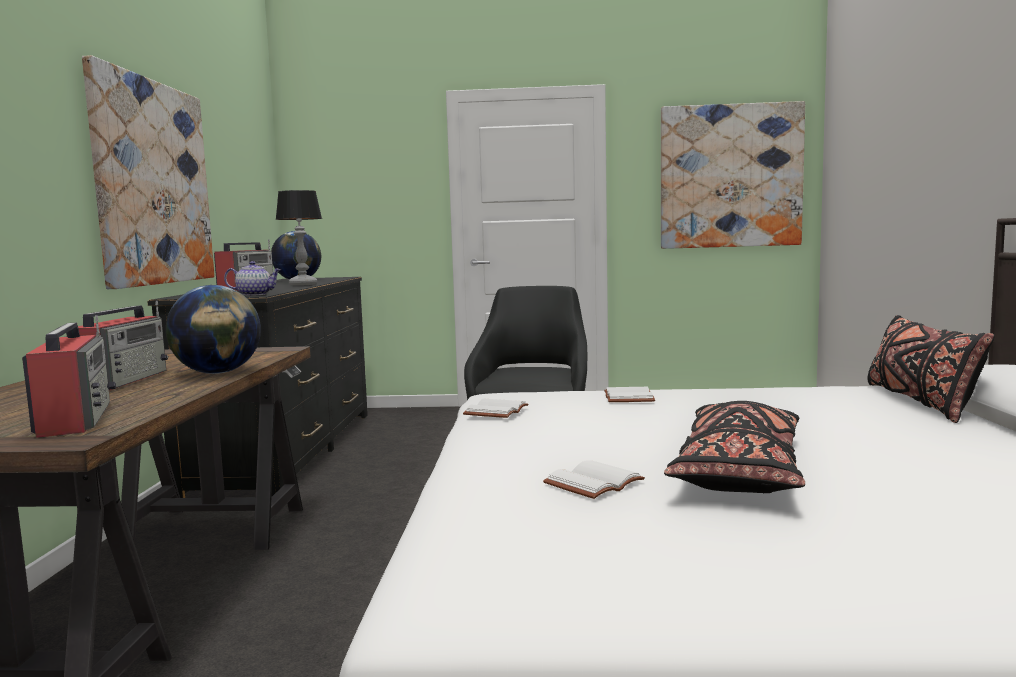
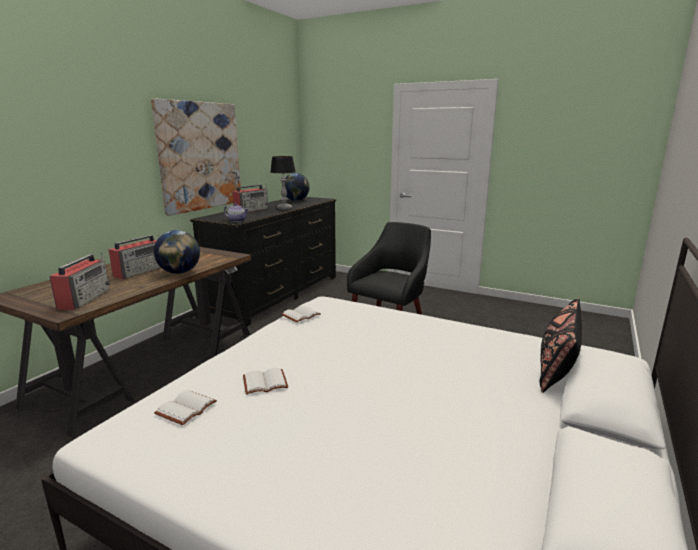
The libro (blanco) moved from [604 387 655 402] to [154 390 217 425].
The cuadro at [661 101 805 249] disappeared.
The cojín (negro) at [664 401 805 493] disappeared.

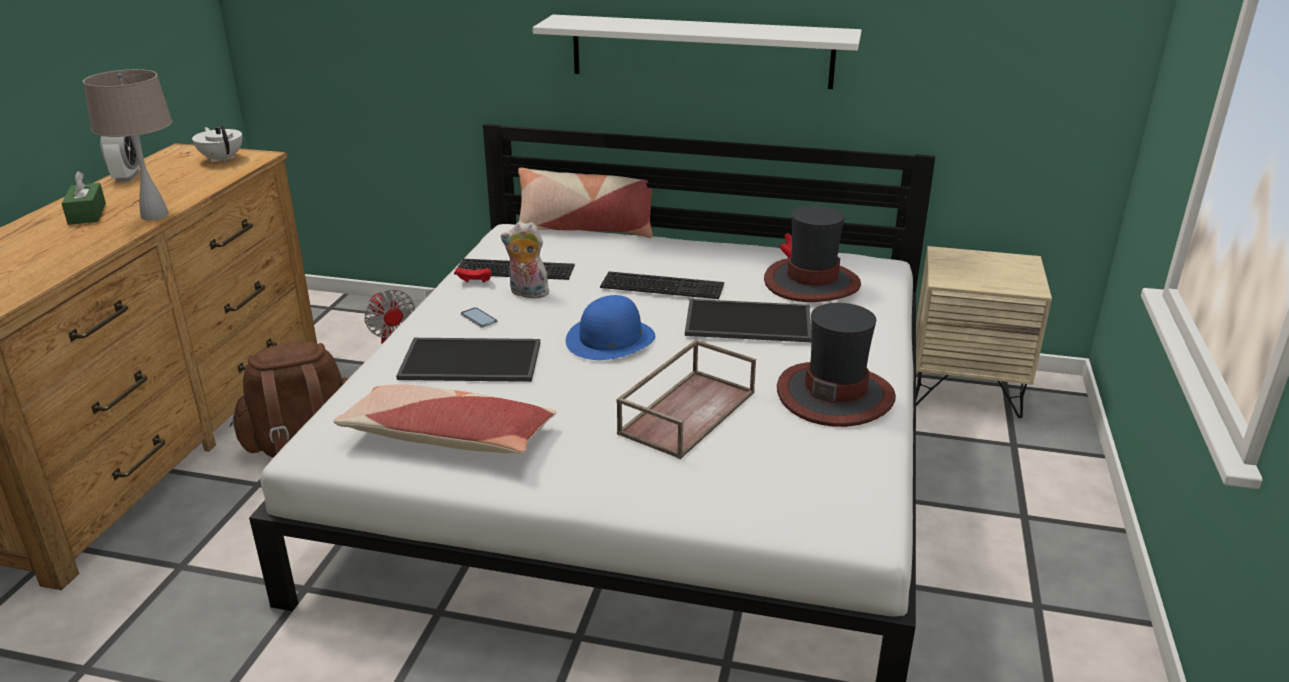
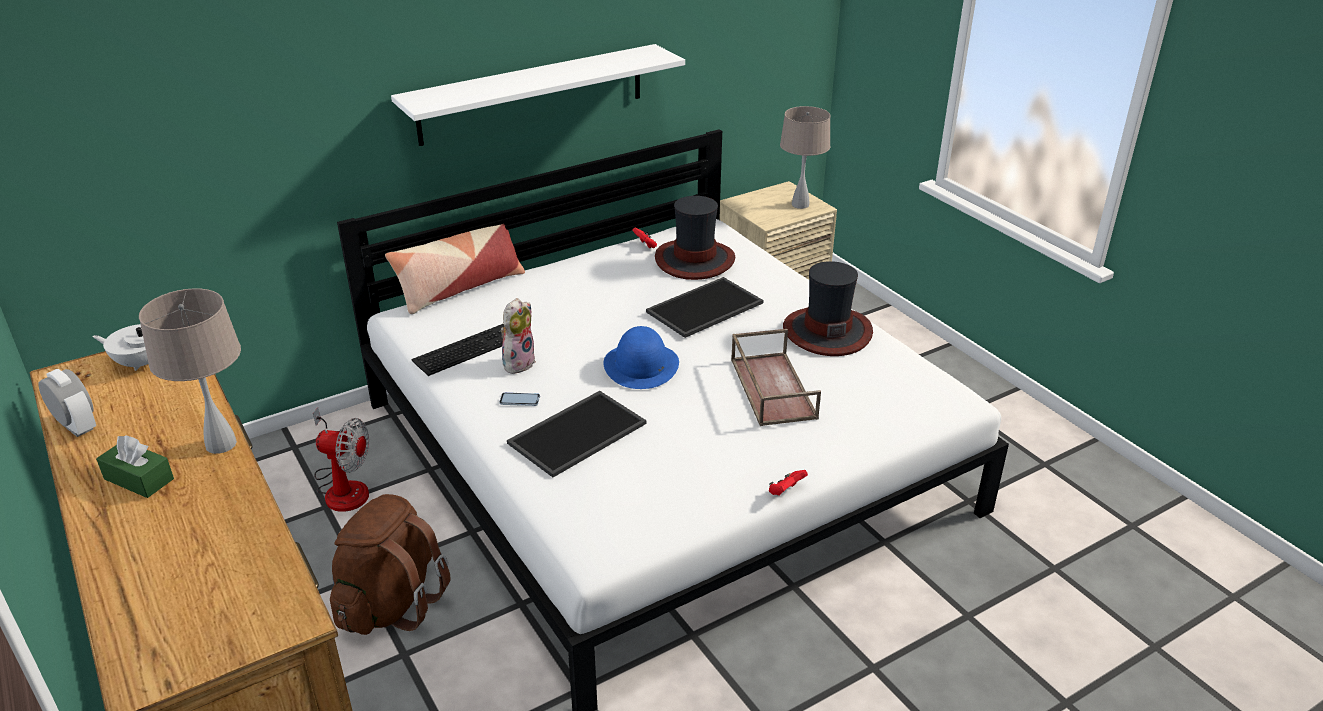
The cojín at [333 384 556 454] disappeared.
The mando de consola (rojo) moved from [455 268 491 283] to [769 470 808 496].
The peluche at [501 221 551 298] turned 150 degrees clockwise.
The teclado at [600 271 724 299] disappeared.
The lámpara de mesa (beis) at [780 106 831 209] appeared.

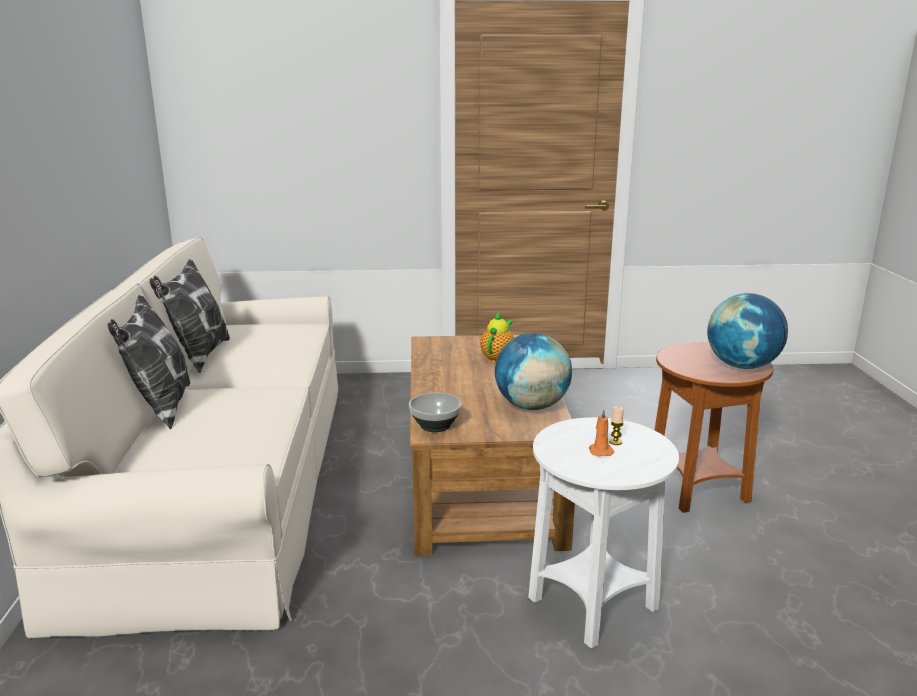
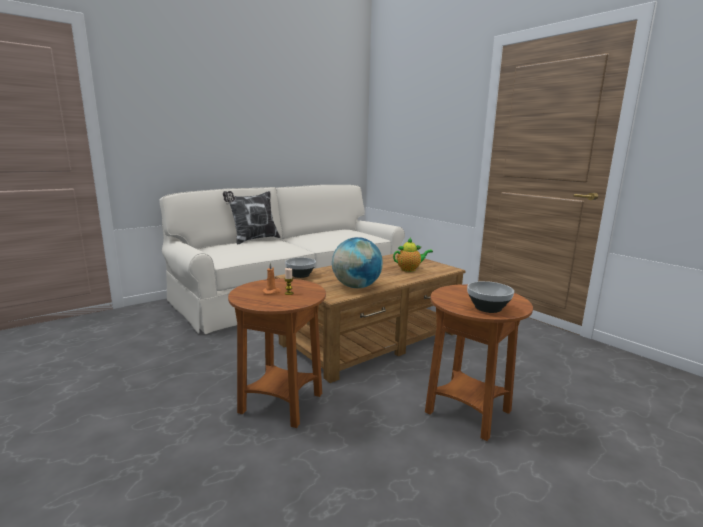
The cojín at [150 259 230 373] disappeared.
The mesa auxiliar (blanco) at [528 417 679 649] became the mesa auxiliar (marrón) at [228 278 326 428].
The globo terráqueo at [707 293 788 369] was replaced by the cuenco at [467 281 514 313].

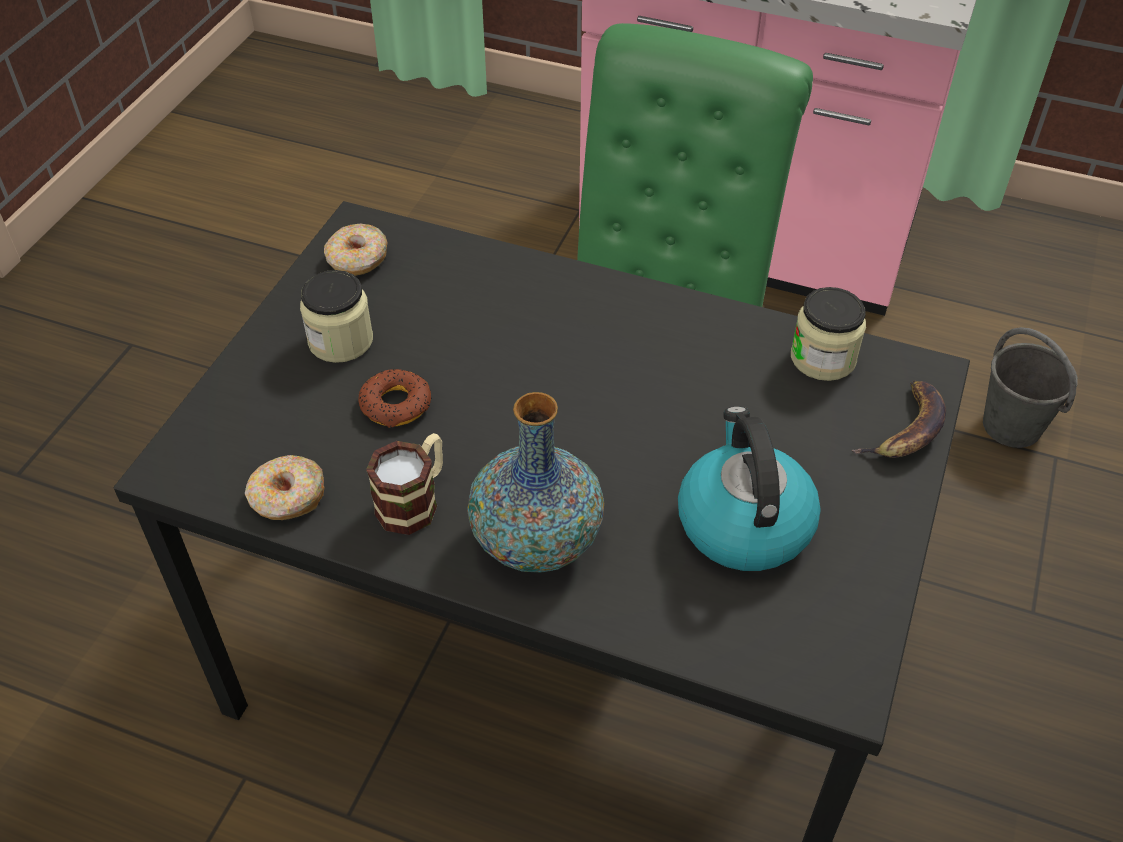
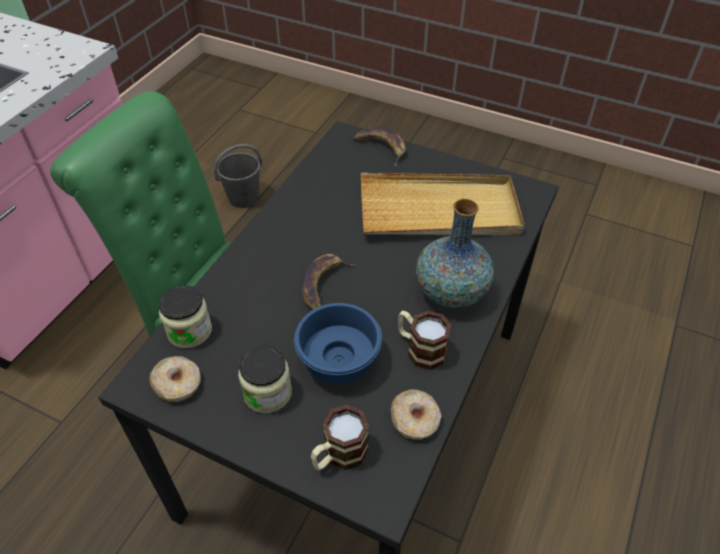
The rosquilla at [358 369 432 428] was replaced by the cuenco (azul) at [294 303 382 384].
The hervidor at [678 406 821 571] was replaced by the bandeja (beis) at [361 173 524 235].
The tarro moved from [791 287 866 381] to [158 285 212 348].
The plátano at [301 254 356 310] appeared.
The taza grande at [311 405 369 470] appeared.

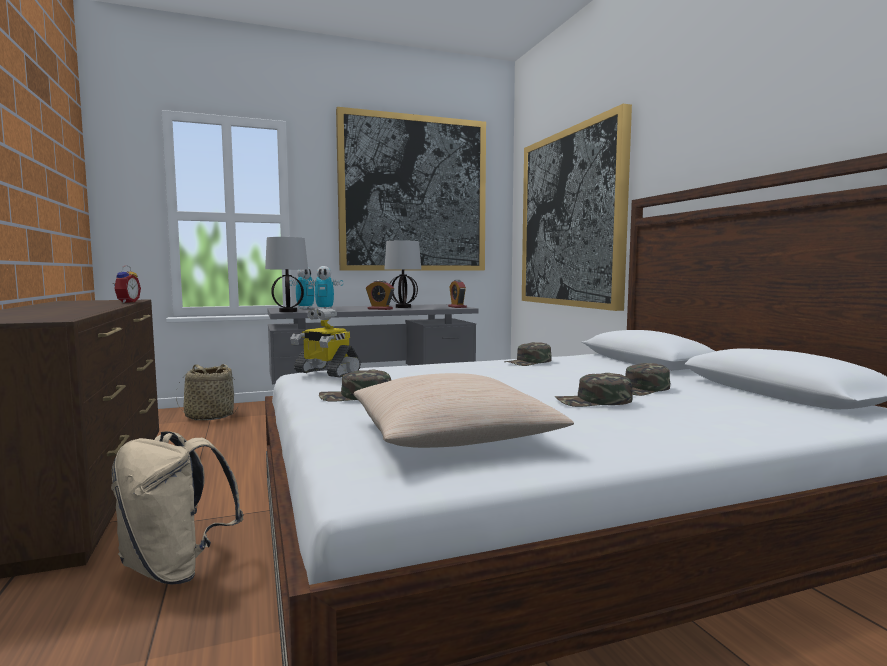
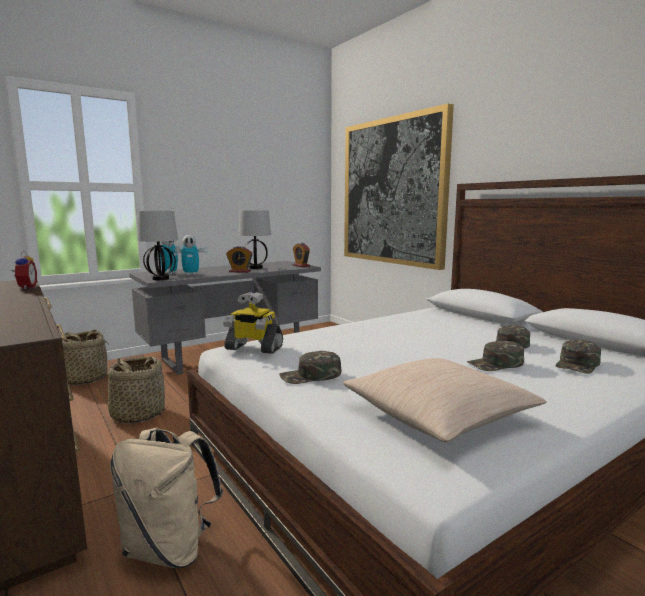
The cuadro at [336 107 486 271] disappeared.
The gorra (verde) moved from [505 342 552 366] to [556 340 601 374].
The cesta at [102 356 168 423] appeared.

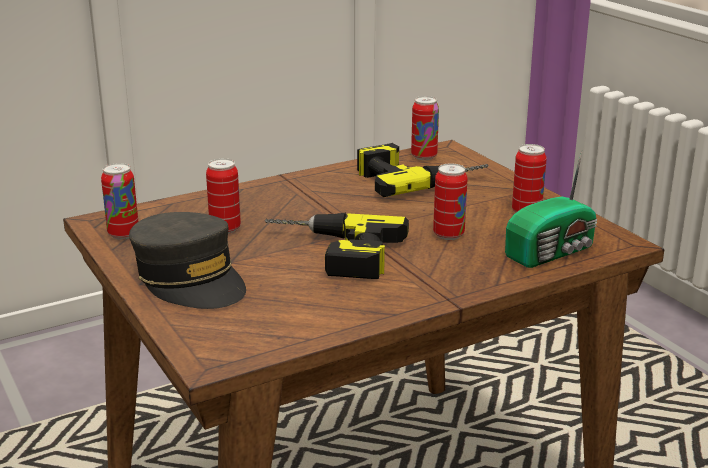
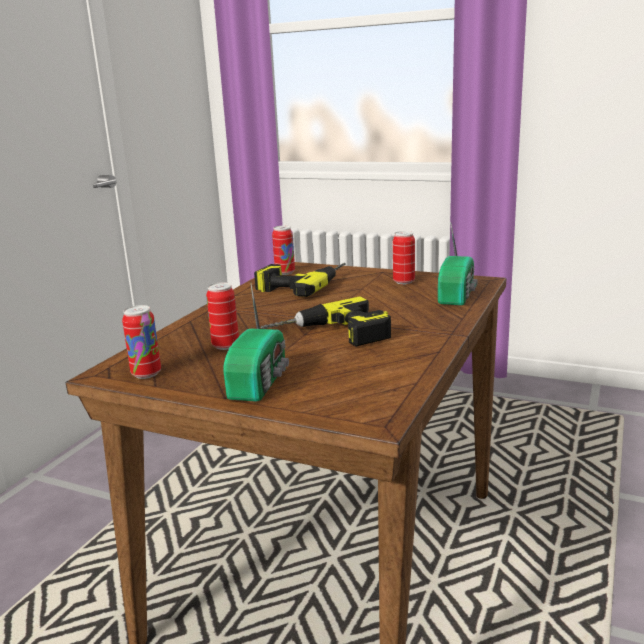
The gorra (gris) at [129 212 246 309] was replaced by the radio at [223 284 289 402].
The lata at [433 163 468 240] disappeared.

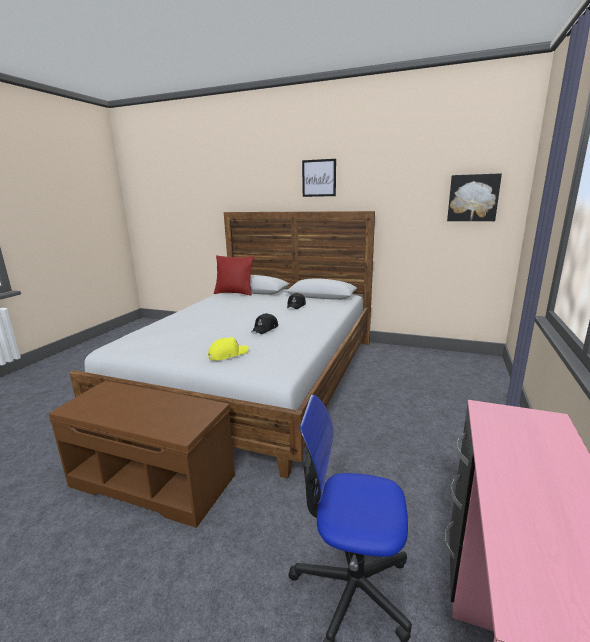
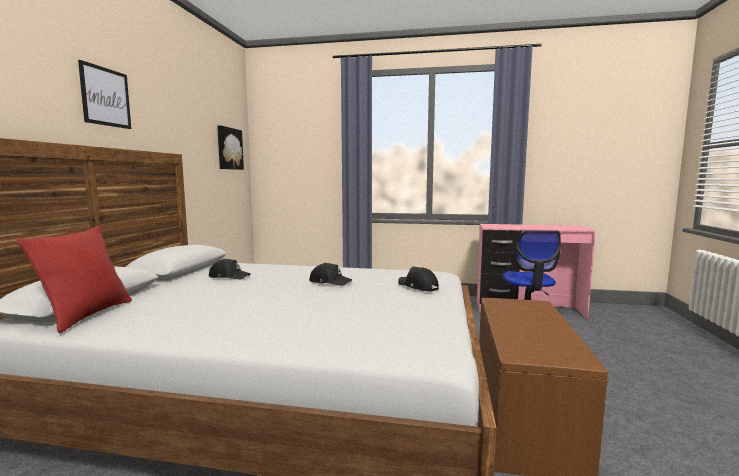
The gorra (amarillo) at [208 337 248 360] became the gorra (negro) at [398 267 439 291].

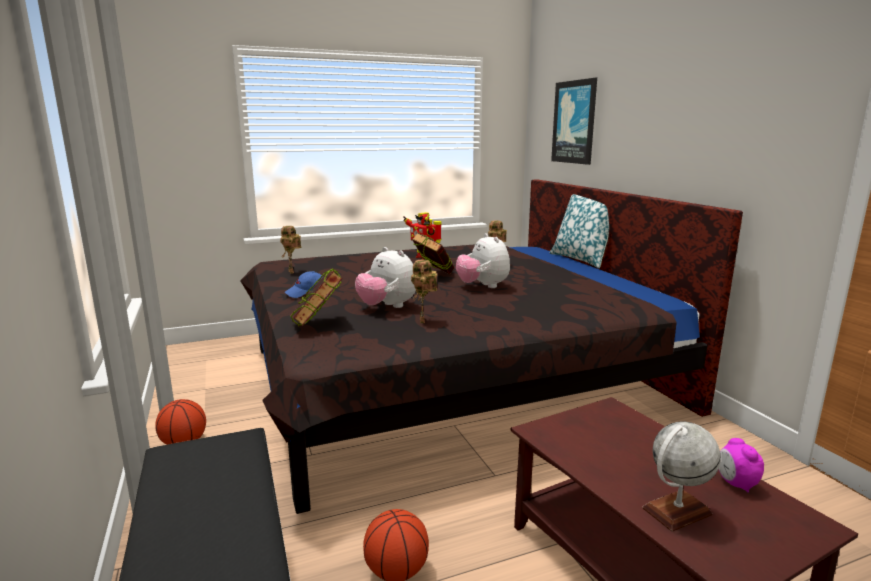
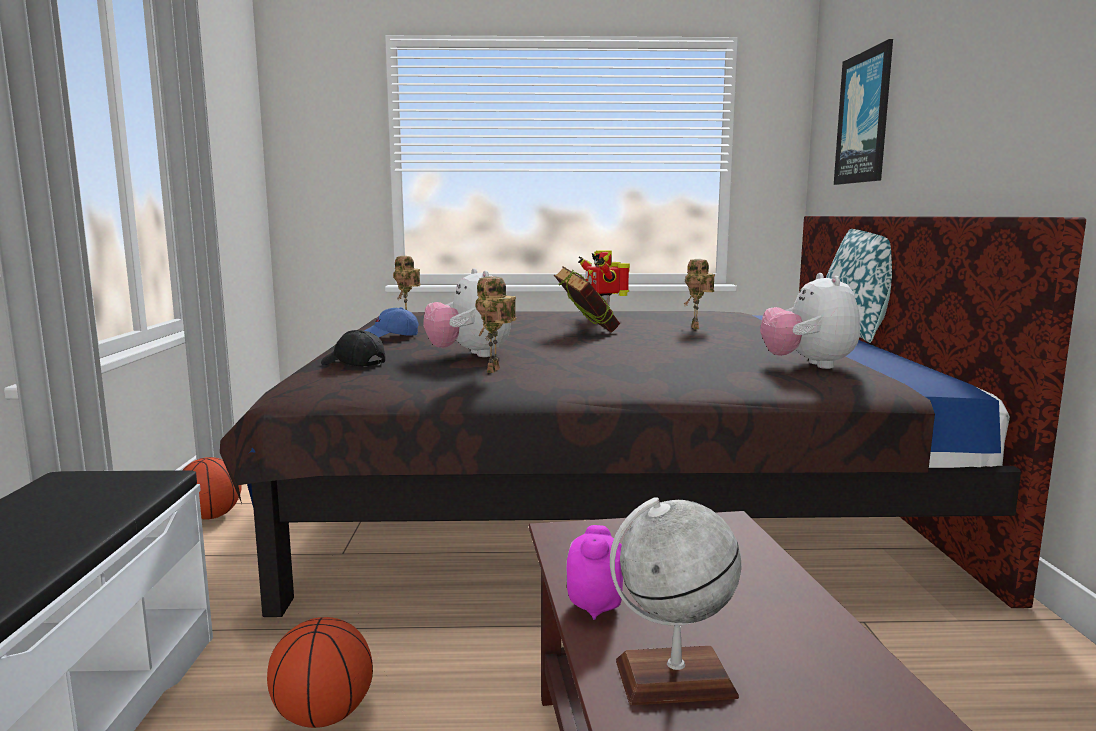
The libro at [290 268 343 326] was replaced by the gorra (negro) at [321 330 385 367].
The peluche moved from [456 233 510 288] to [760 273 860 369].
The despertador moved from [719 438 764 493] to [566 525 623 620].

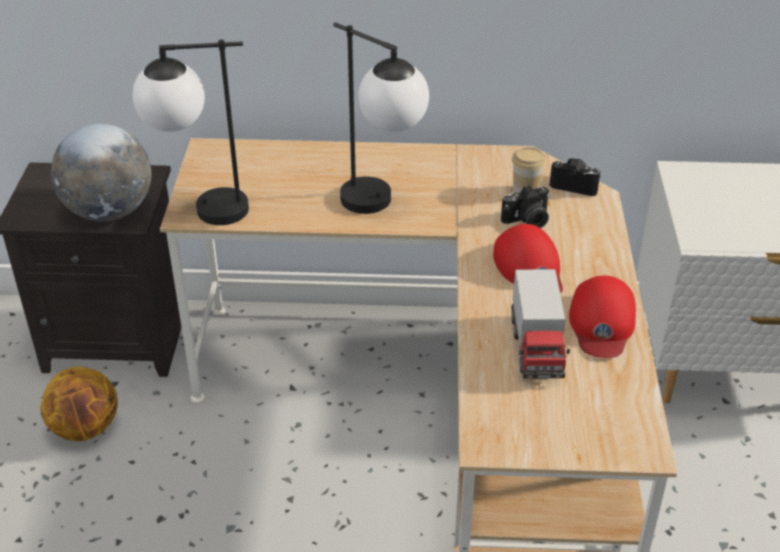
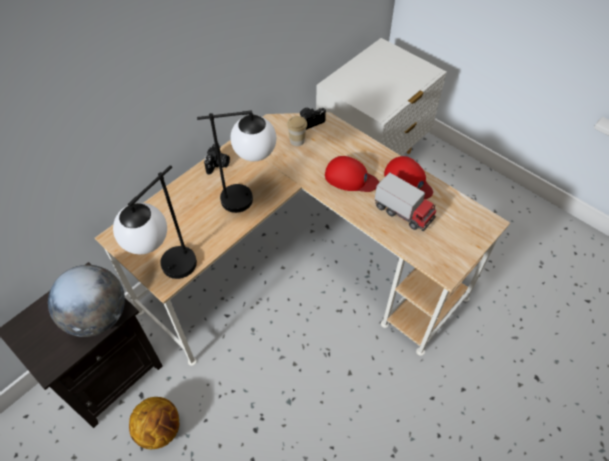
The cámara moved from [501 185 550 228] to [204 143 230 175].

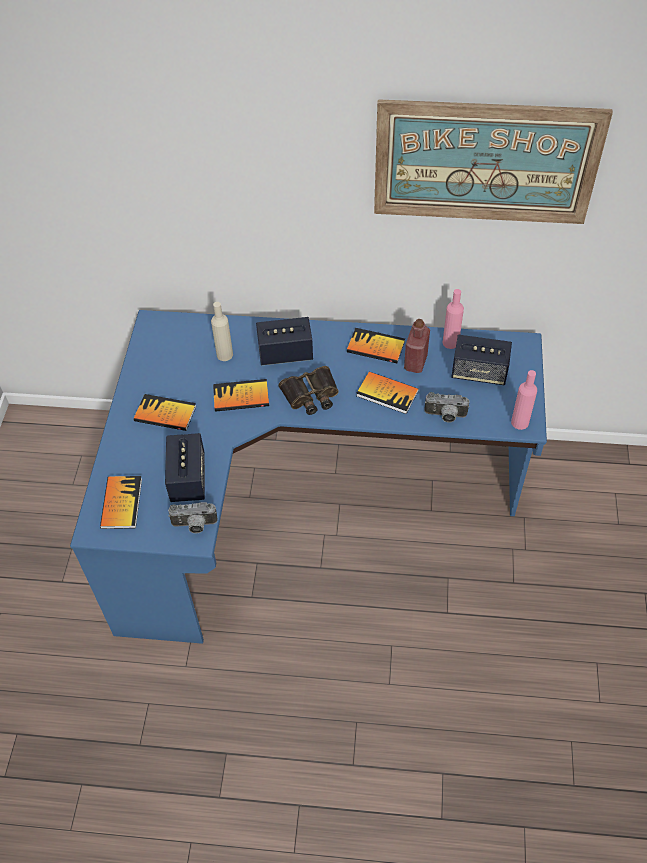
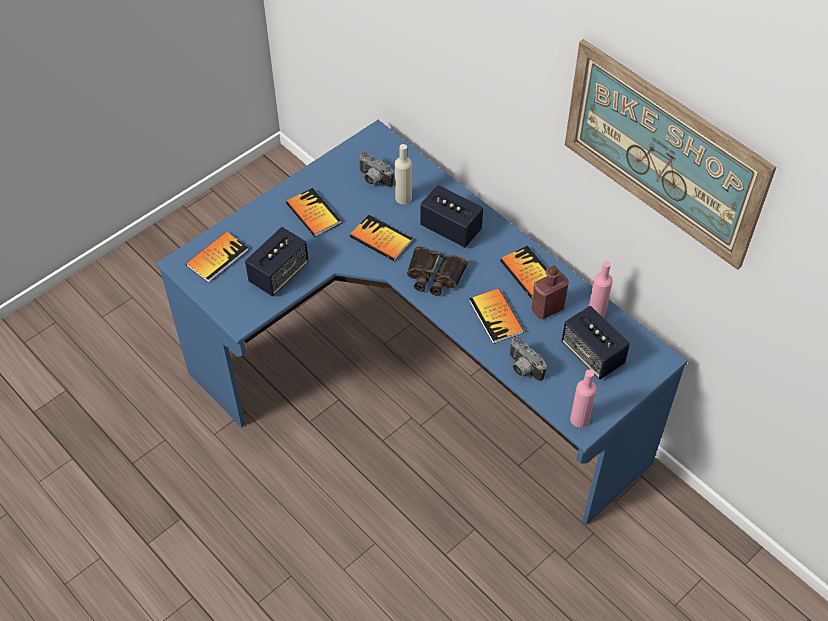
The cámara moved from [168 502 217 533] to [358 151 394 188].

